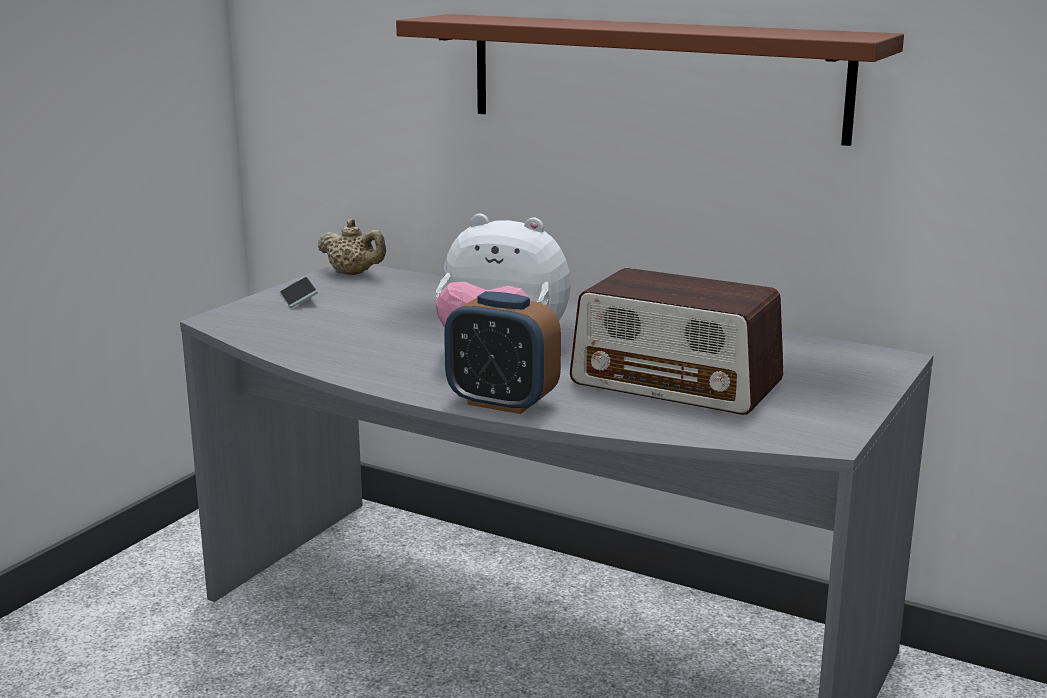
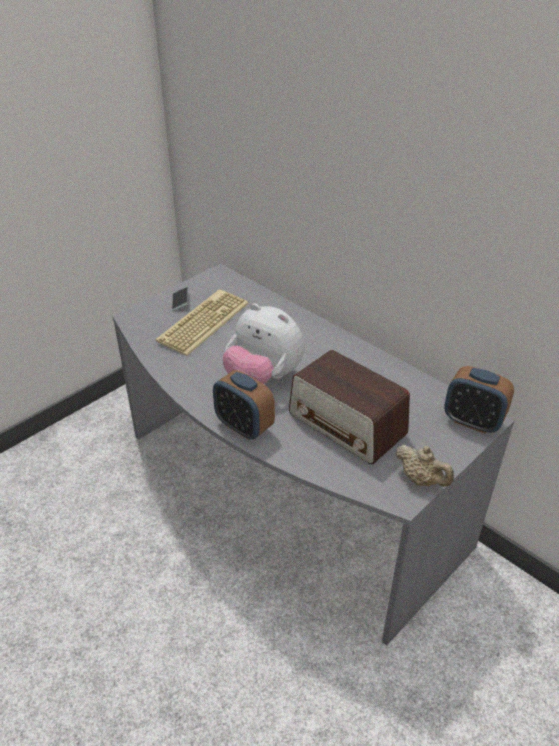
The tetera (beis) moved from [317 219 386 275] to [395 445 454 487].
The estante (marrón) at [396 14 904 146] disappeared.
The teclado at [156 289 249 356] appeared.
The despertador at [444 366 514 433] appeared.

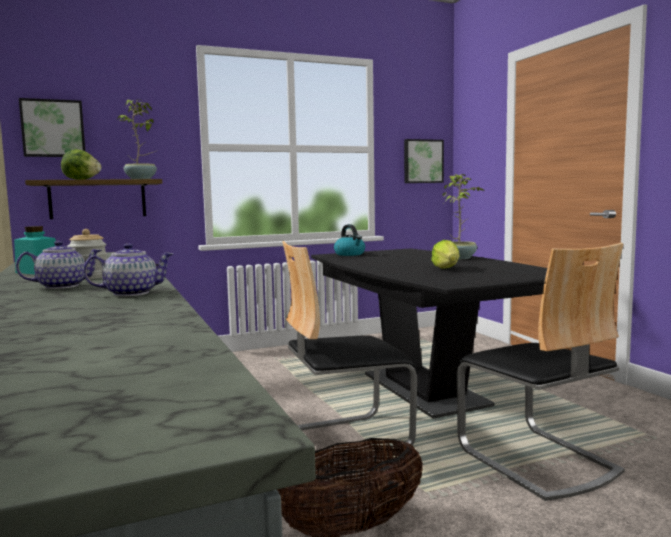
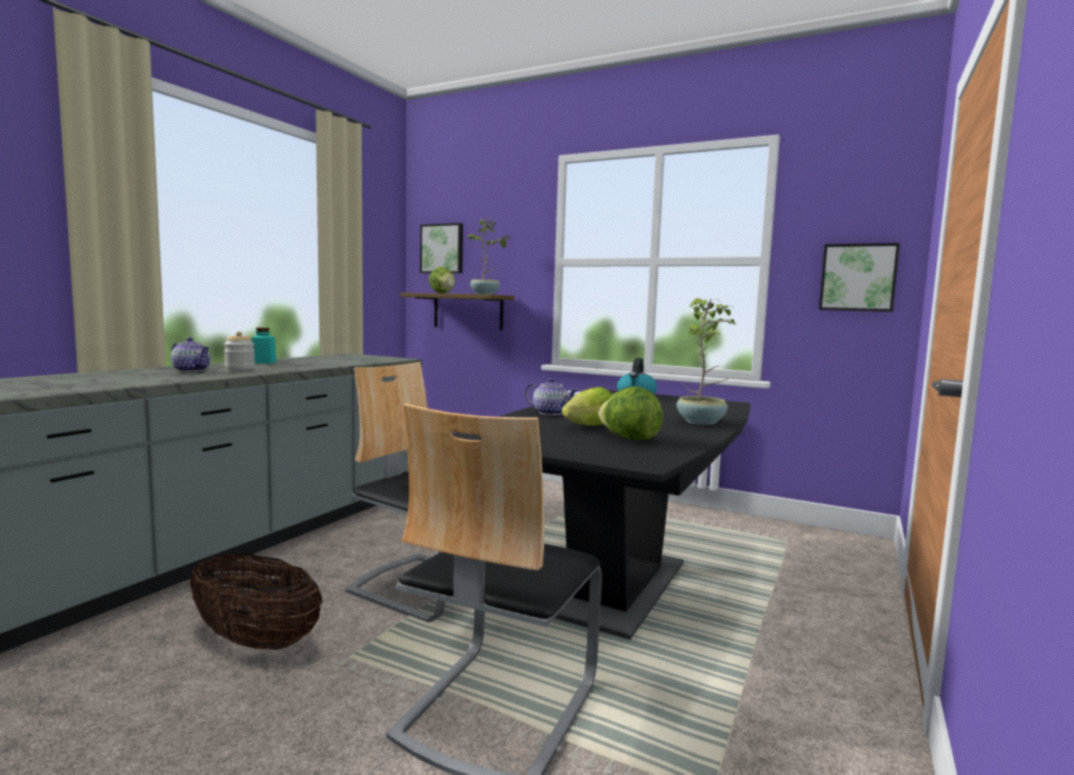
The tetera moved from [83 243 173 296] to [525 378 578 415].
The lechuga at [598 386 663 440] appeared.

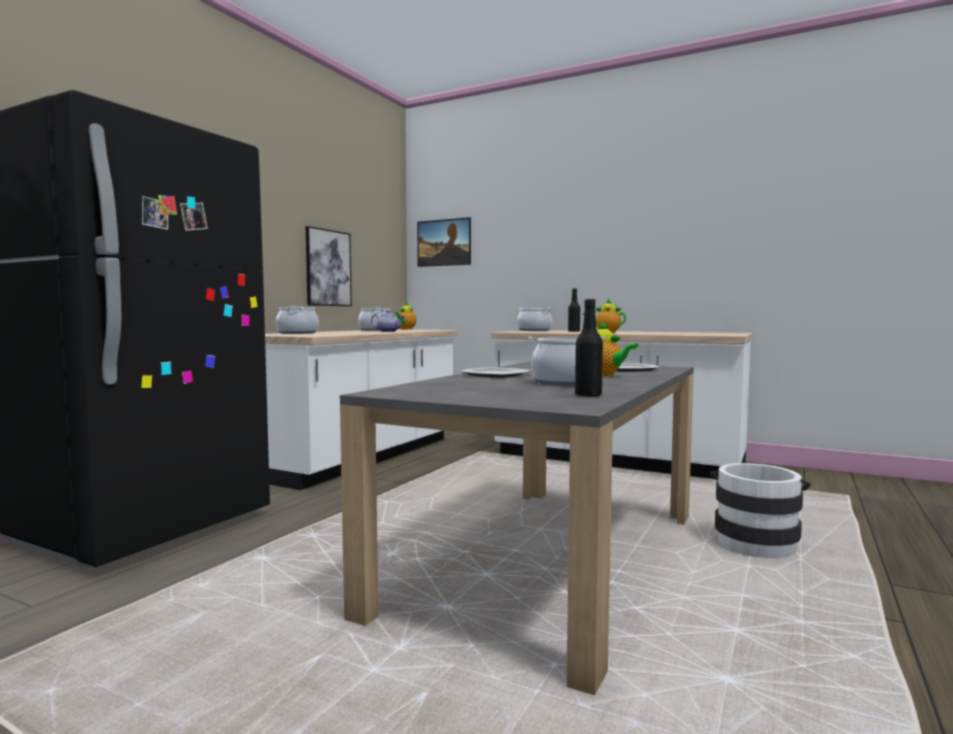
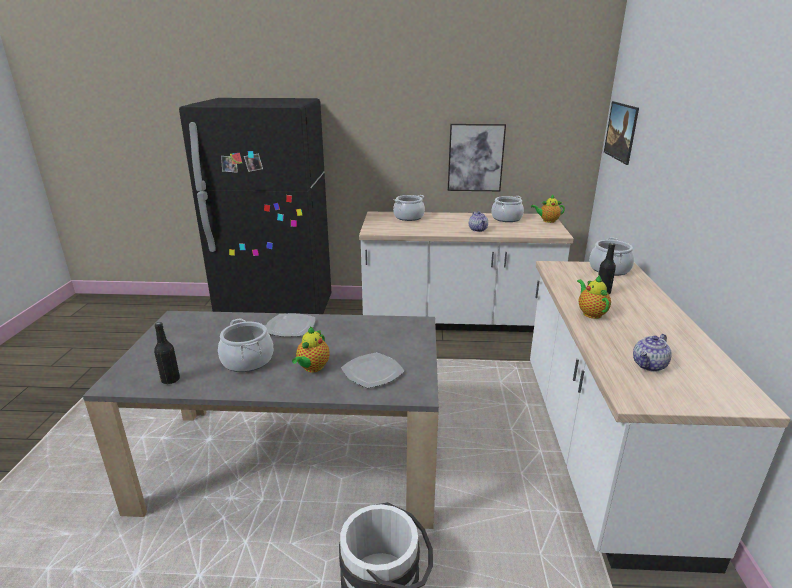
The tetera at [633 334 672 372] appeared.

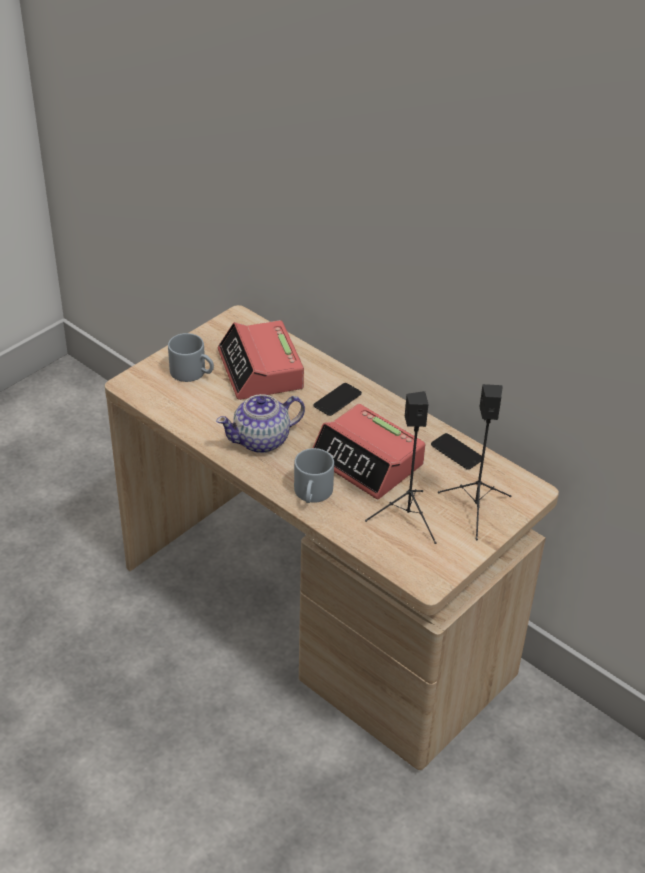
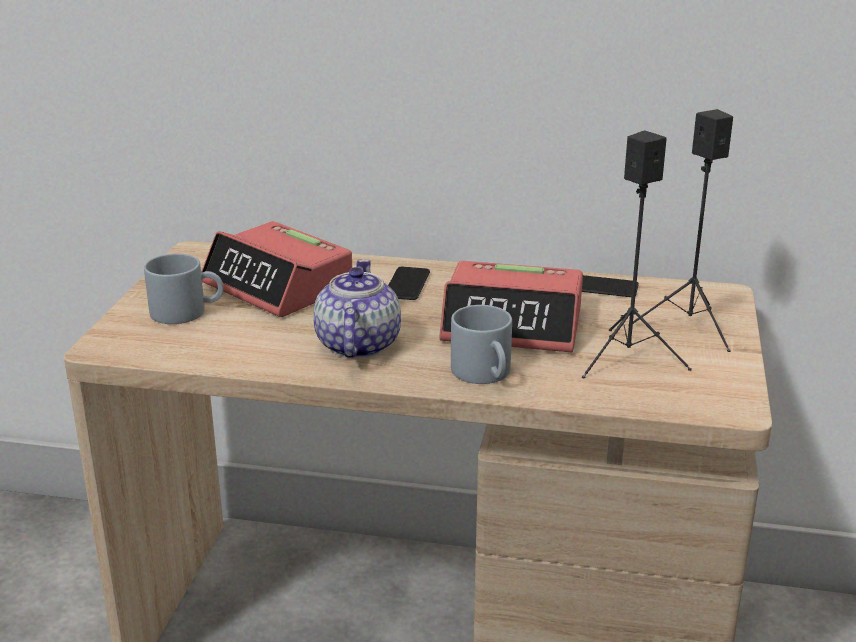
The tetera at [216 394 305 453] turned 150 degrees clockwise.

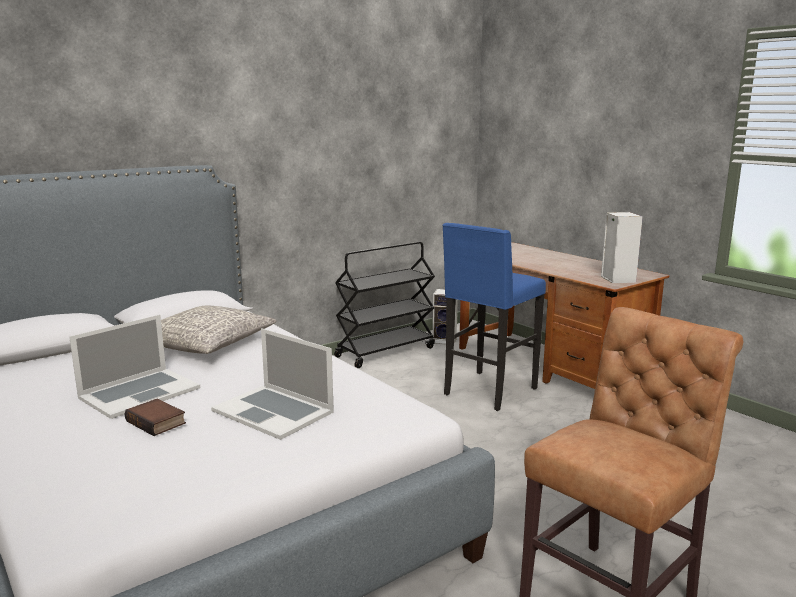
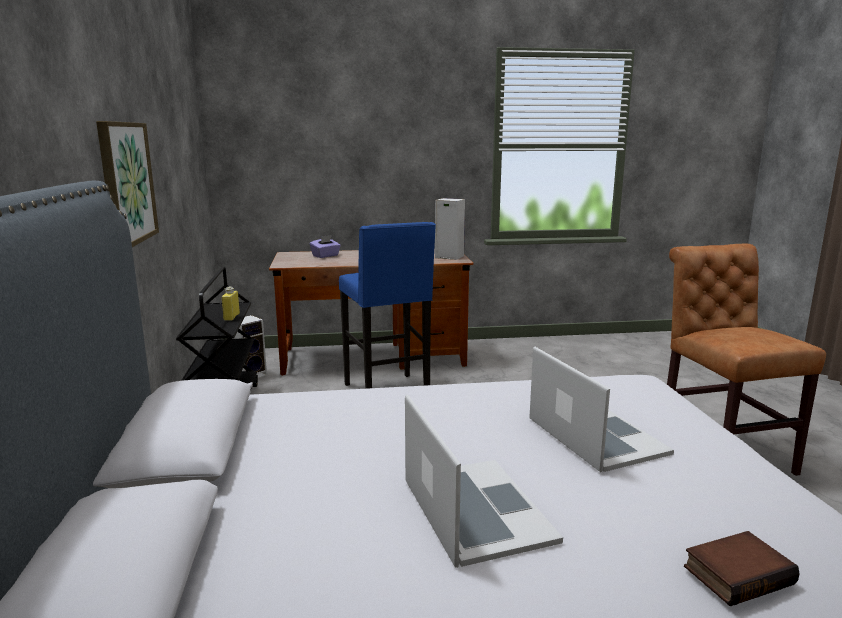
The libro moved from [125 399 186 436] to [684 531 799 606].
The cojín (gris) at [161 306 276 354] disappeared.
The portátil at [211 328 334 440] turned 90 degrees counterclockwise.
The cuadro at [96 121 159 247] appeared.
The botella (amarillo) at [222 287 240 321] appeared.
The caja de pañuelos (morado) at [310 235 341 258] appeared.

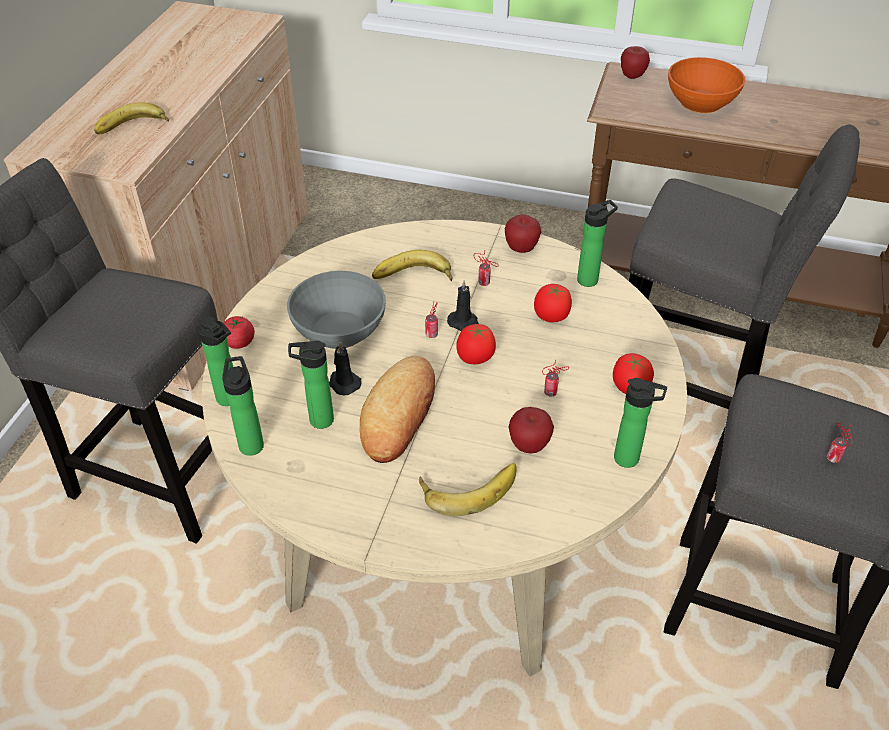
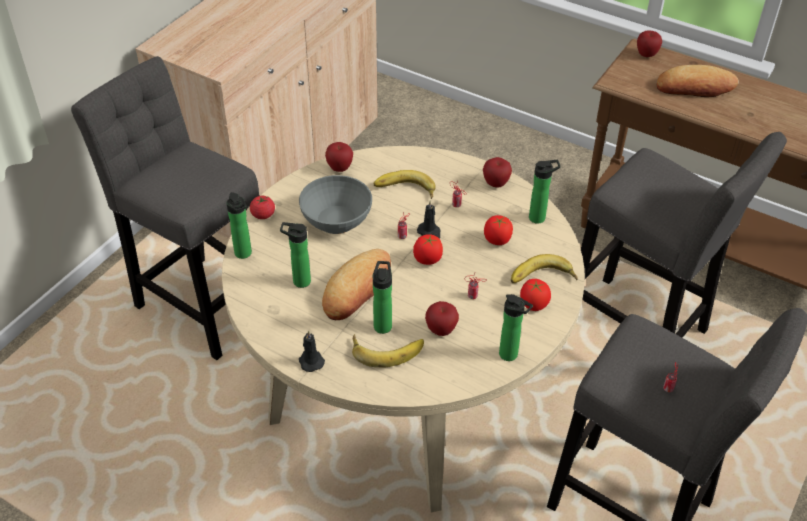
The plátano moved from [94 102 169 134] to [511 254 578 283].
The botella moved from [222 356 264 456] to [373 261 392 334].
The vela (negro) moved from [329 341 362 395] to [299 330 325 372].
The cuenco (naranja) at [668 57 745 113] was replaced by the pan at [657 65 739 97].
The manzana at [325 142 353 172] appeared.

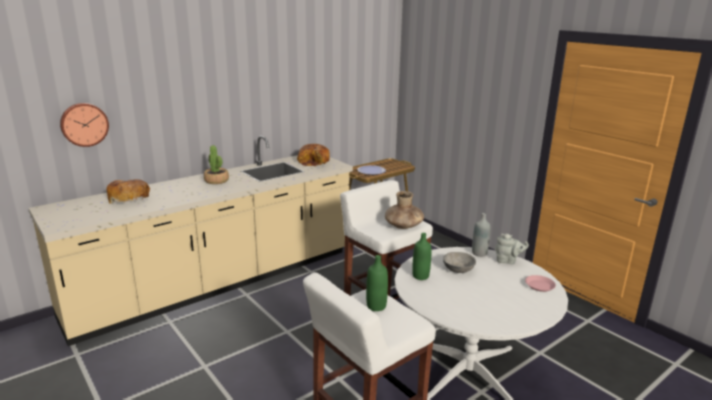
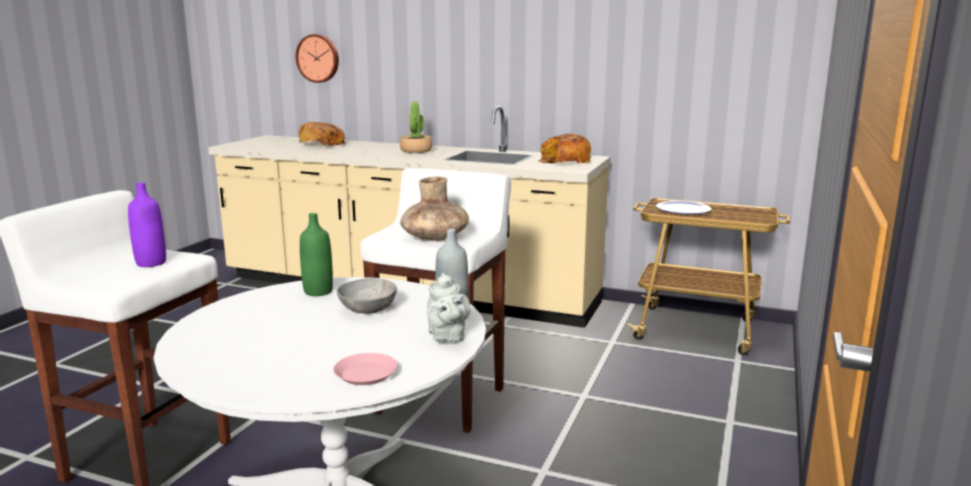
The botella (verde) at [366 255 388 311] became the botella (morado) at [128 182 166 267].

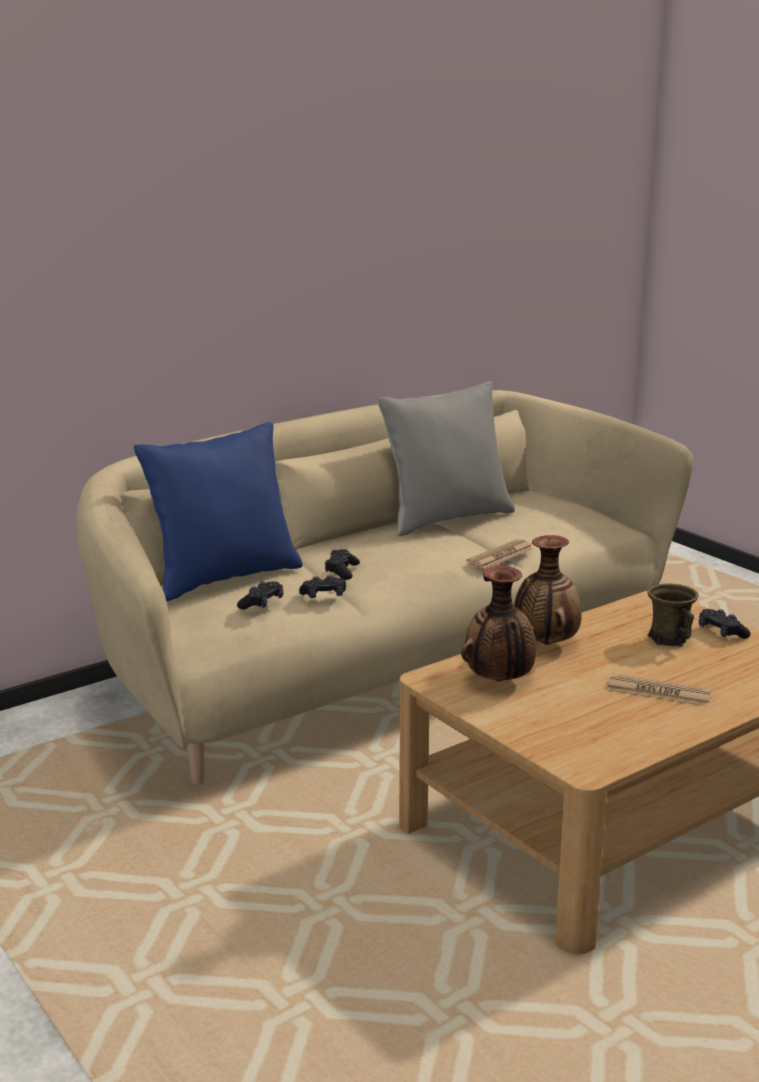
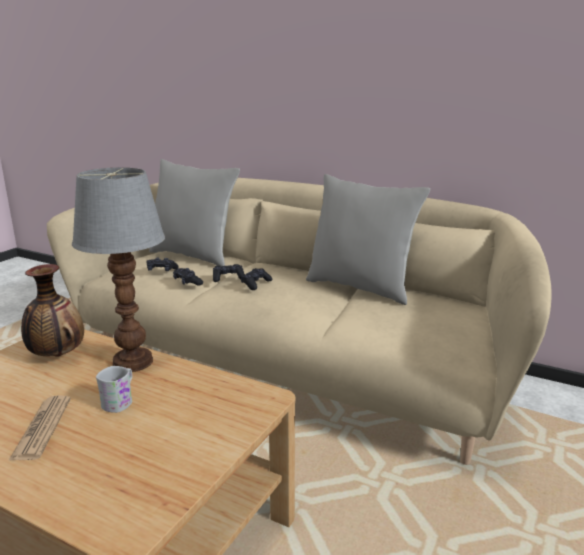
The cojín (azul) at [134 422 303 602] became the cojín (gris) at [149 159 240 267].
The periódico at [467 539 534 569] disappeared.
The florero at [514 535 582 645] was replaced by the lámpara de mesa at [72 167 165 372].
The taza grande (marrón) at [647 584 699 647] disappeared.
The mando de consola (negro) moved from [699 609 751 639] to [241 268 273 290].
The taza grande (blanco) at [96 366 132 413] appeared.

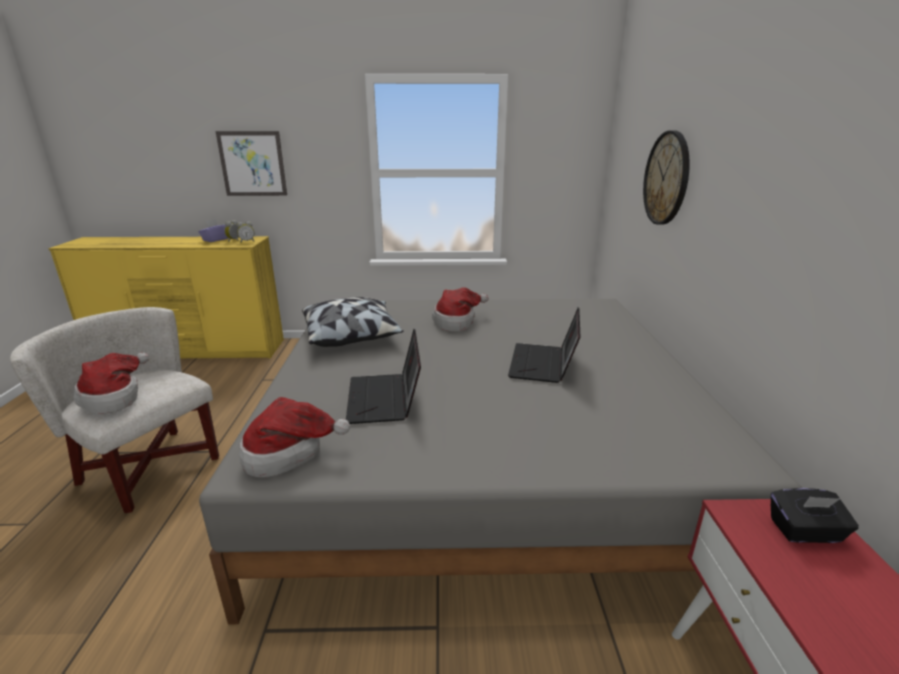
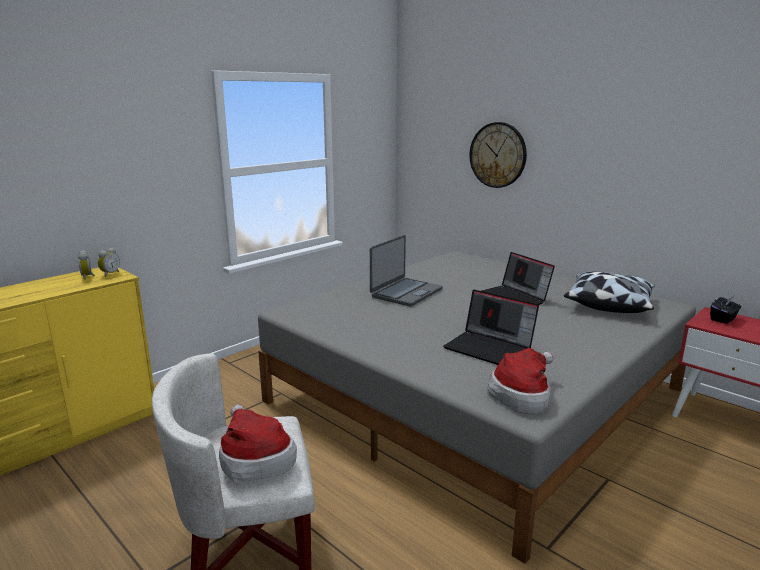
The caja de pañuelos (morado) at [198 219 228 242] disappeared.
The cuadro at [216 131 287 196] disappeared.
The cojín moved from [302 297 404 347] to [564 271 655 313].
The sombrero at [432 287 488 332] was replaced by the portátil at [370 235 443 307].

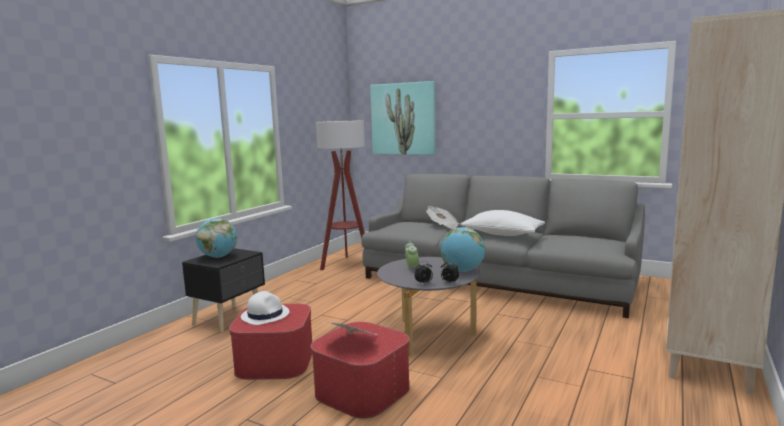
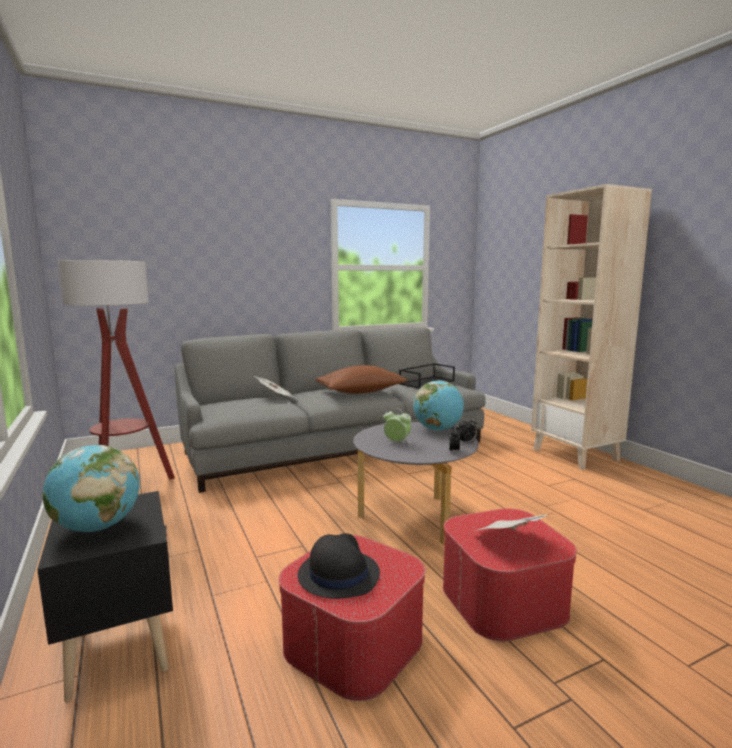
The sombrero (blanco) at [241 291 289 325] became the sombrero (negro) at [298 533 380 599].
The cuadro at [370 81 436 155] disappeared.
The cojín (blanco) at [460 210 545 236] became the cojín (marrón) at [316 365 407 394].
The bandeja (negro) at [399 363 455 389] appeared.

